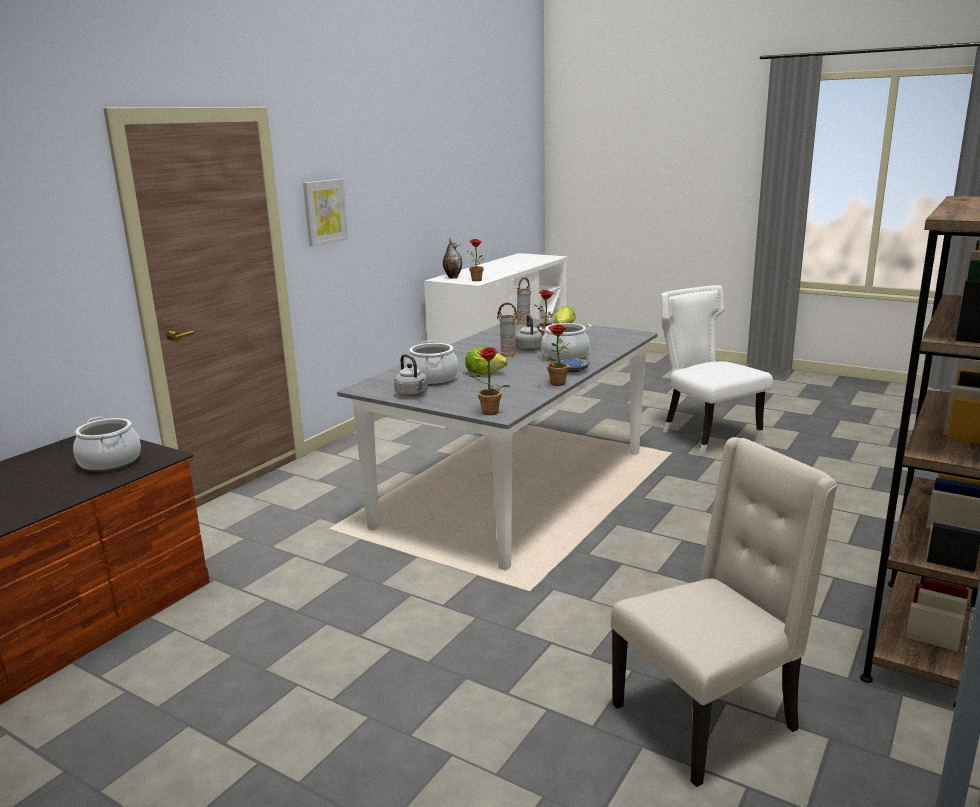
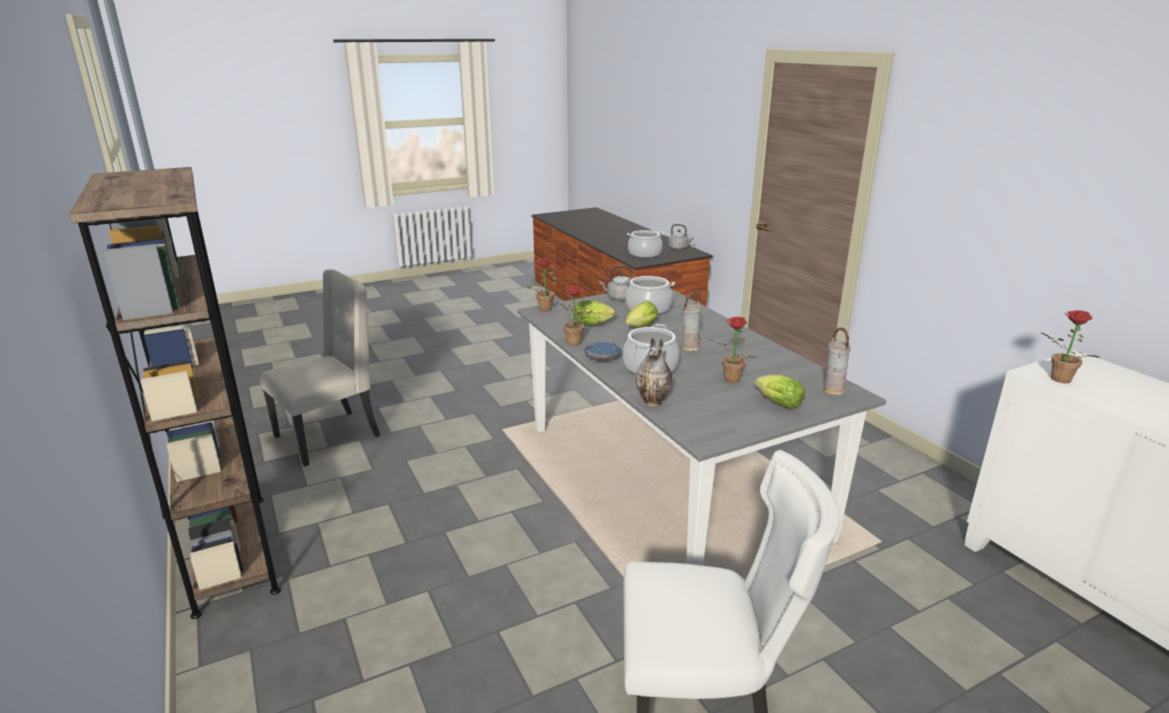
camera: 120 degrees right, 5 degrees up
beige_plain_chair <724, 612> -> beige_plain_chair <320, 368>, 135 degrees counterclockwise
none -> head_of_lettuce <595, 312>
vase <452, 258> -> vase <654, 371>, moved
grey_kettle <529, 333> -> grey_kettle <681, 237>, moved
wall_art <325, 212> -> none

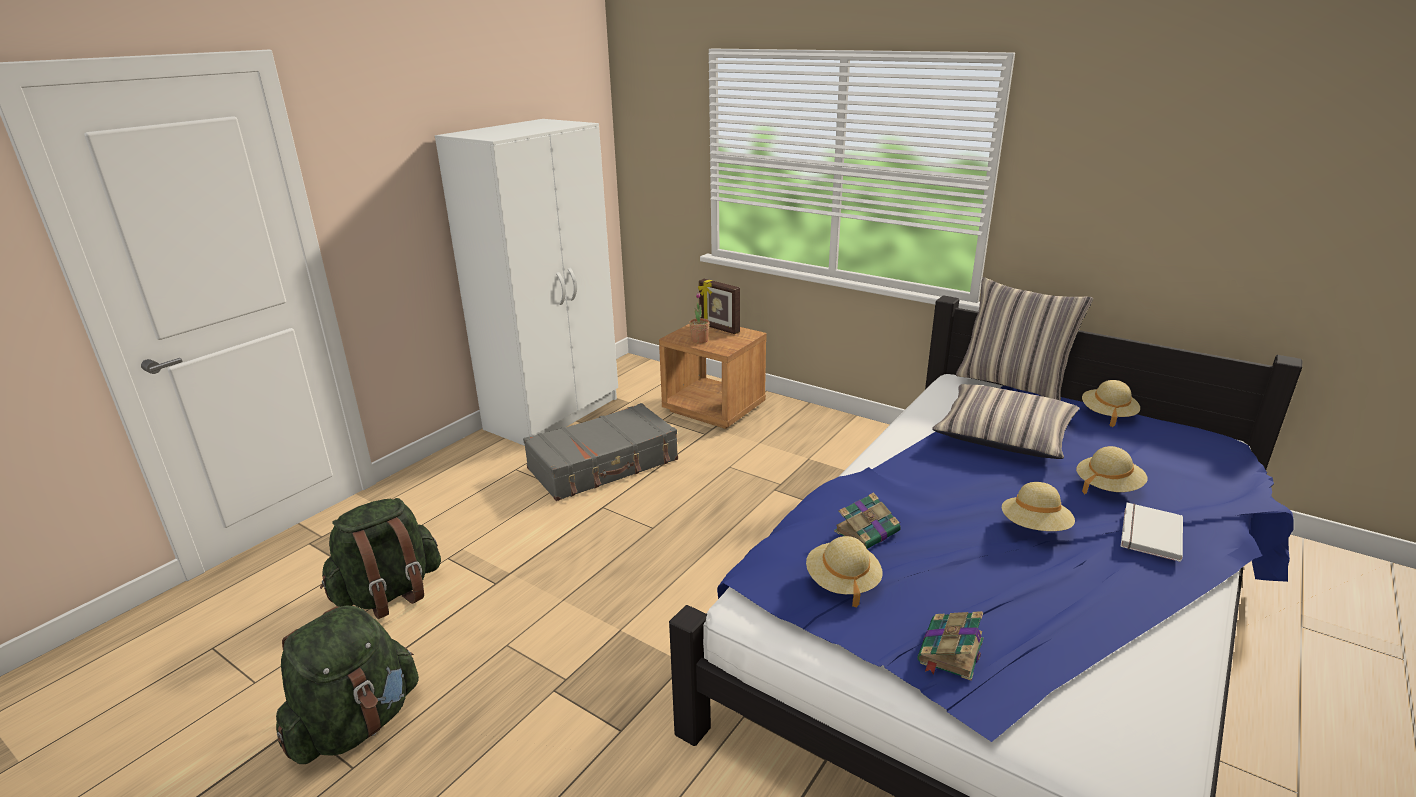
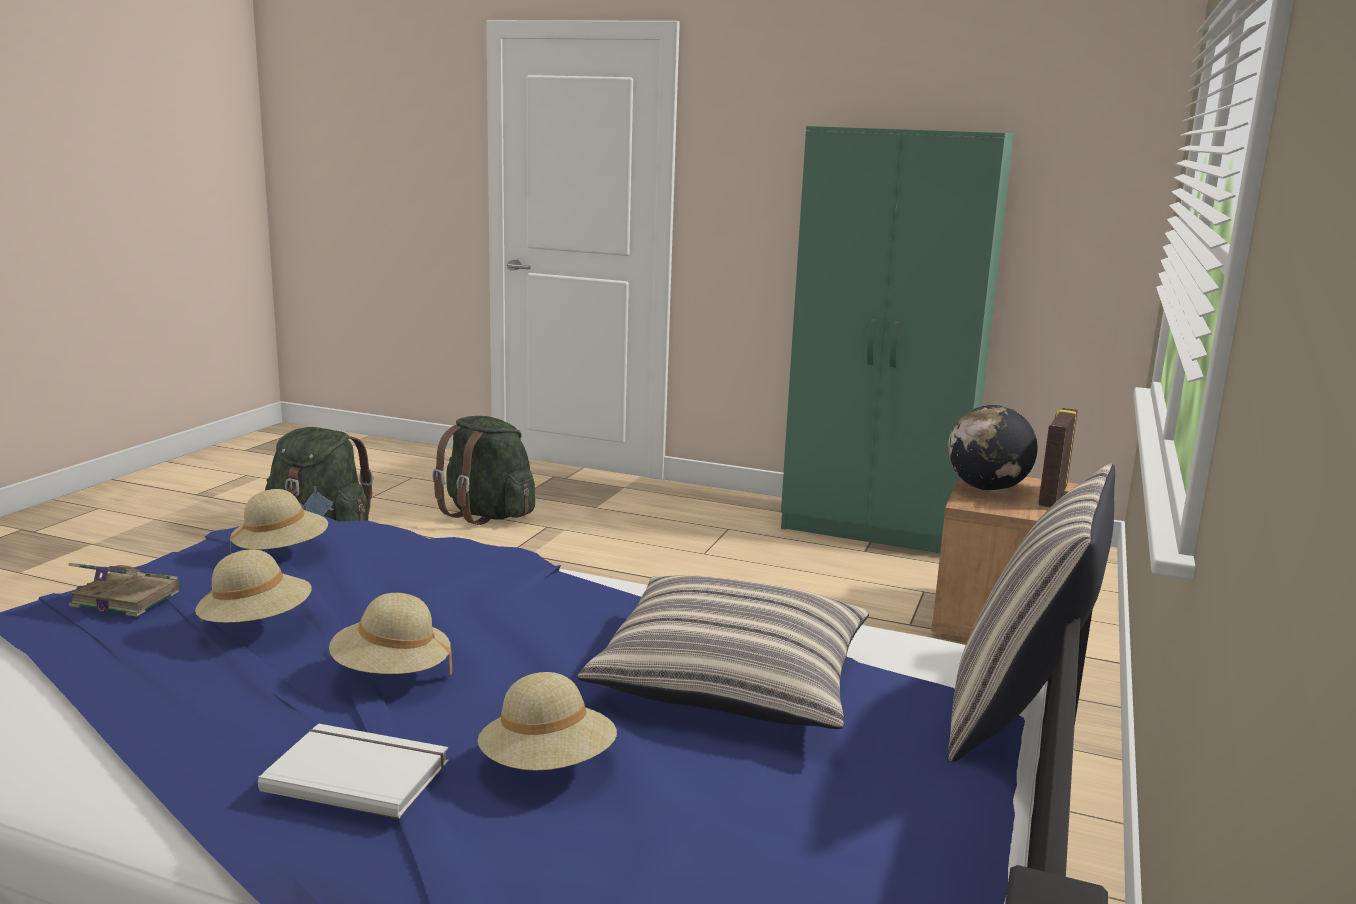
camera: 75 degrees right, 10 degrees down
beige_hat <1111, 403> -> beige_hat <253, 586>, moved
white_armoire <526, 282> -> greenish_armoire <897, 339>
potted_plant <699, 317> -> desk_globe <992, 448>
grey_travel_case <600, 452> -> none
volume <867, 520> -> none

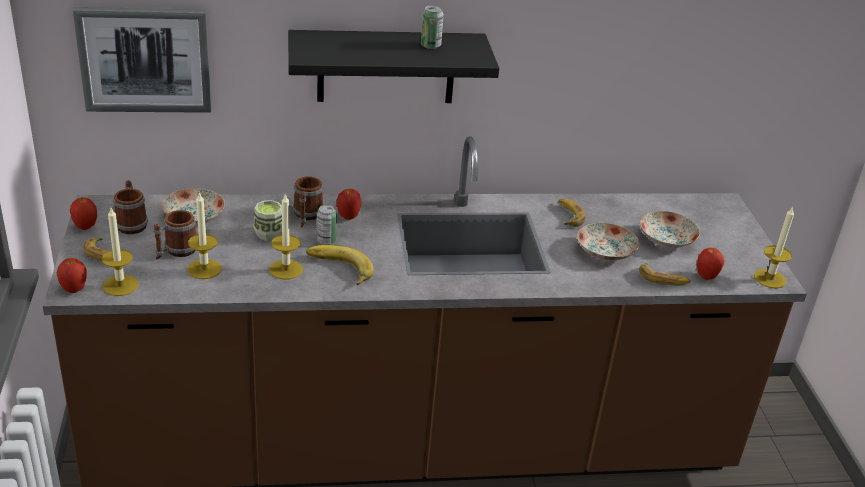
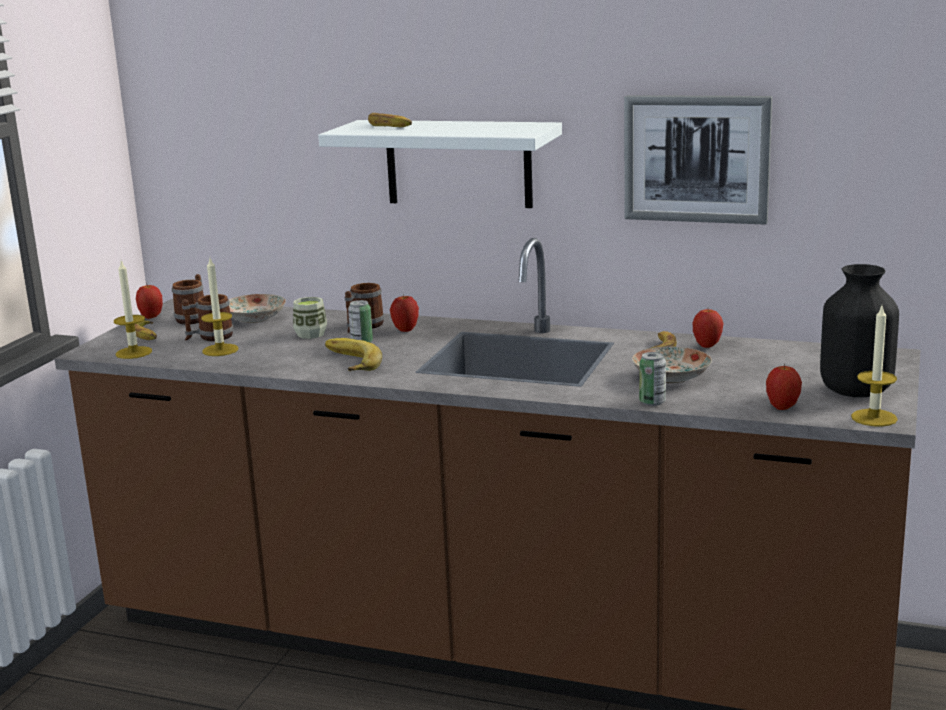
camera: 30 degrees right, 15 degrees down
black_wall_shelf <393, 66> -> white_wall_shelf <440, 164>
banana_fruit <665, 274> -> banana_fruit <390, 120>, moved
wall_art <142, 60> -> wall_art <698, 159>, moved
sealed_can <432, 27> -> sealed_can <652, 379>, moved
apple <72, 275> -> apple <708, 328>, moved
none -> black_vase <859, 330>
candle <286, 236> -> none
plate <670, 229> -> none

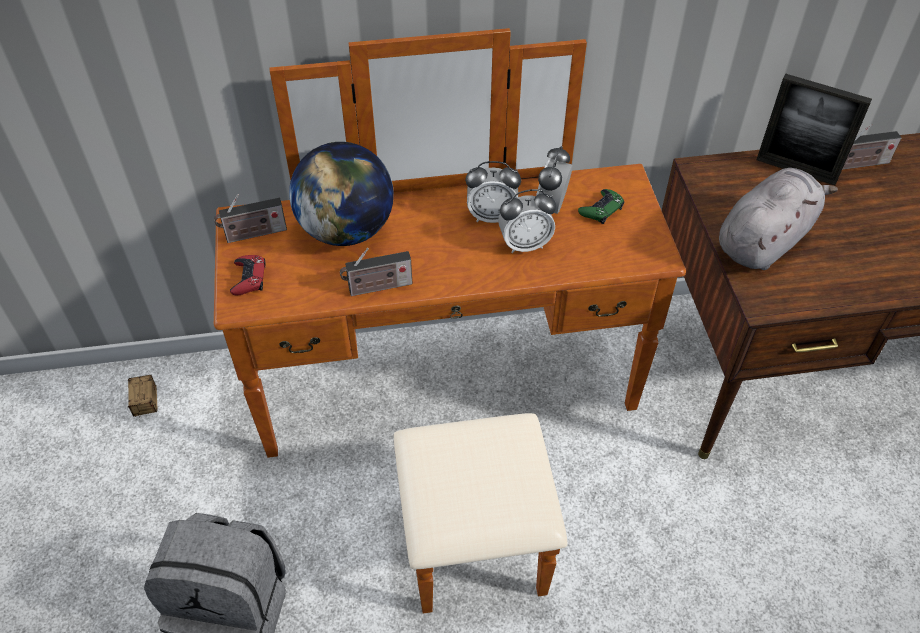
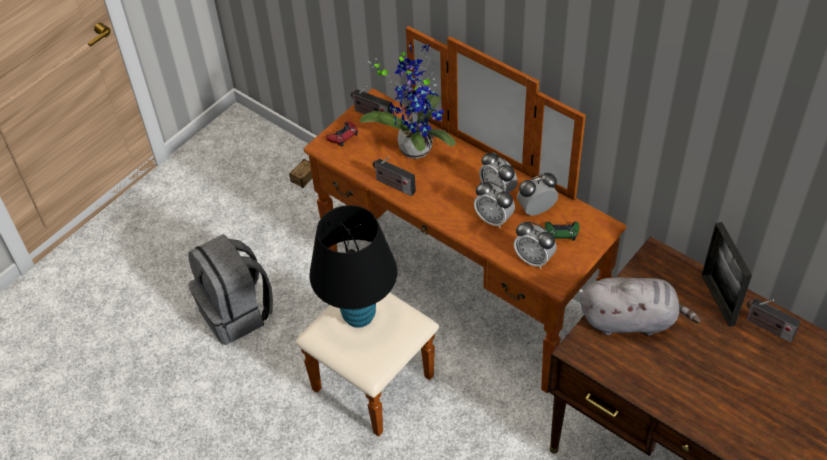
camera: 50 degrees right, 0 degrees up
none -> black_table_lamp <353, 266>
desk_globe <341, 194> -> potted_plant <408, 99>
none -> bedside_clock <535, 245>

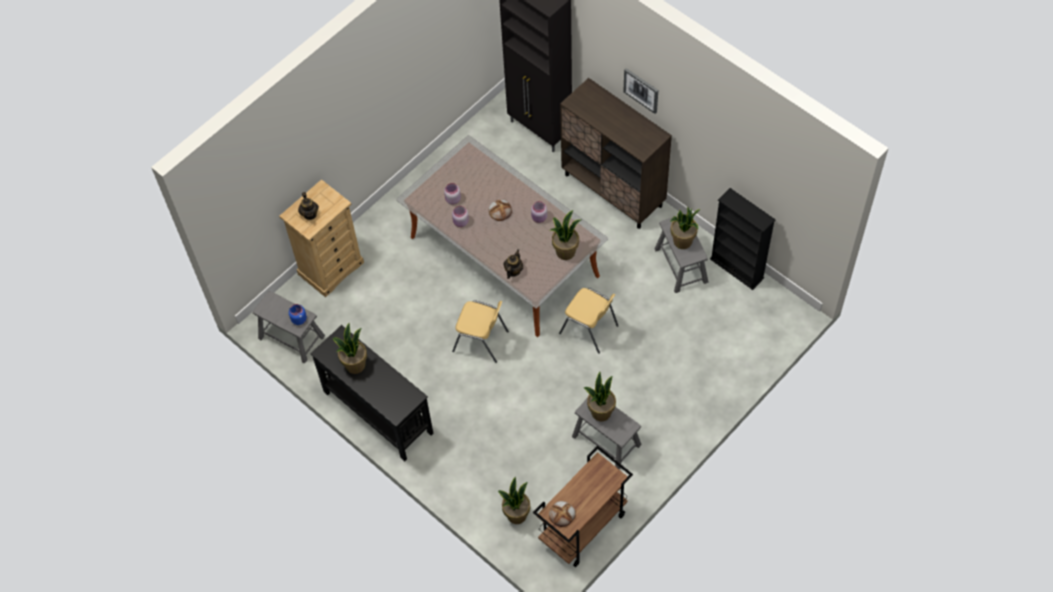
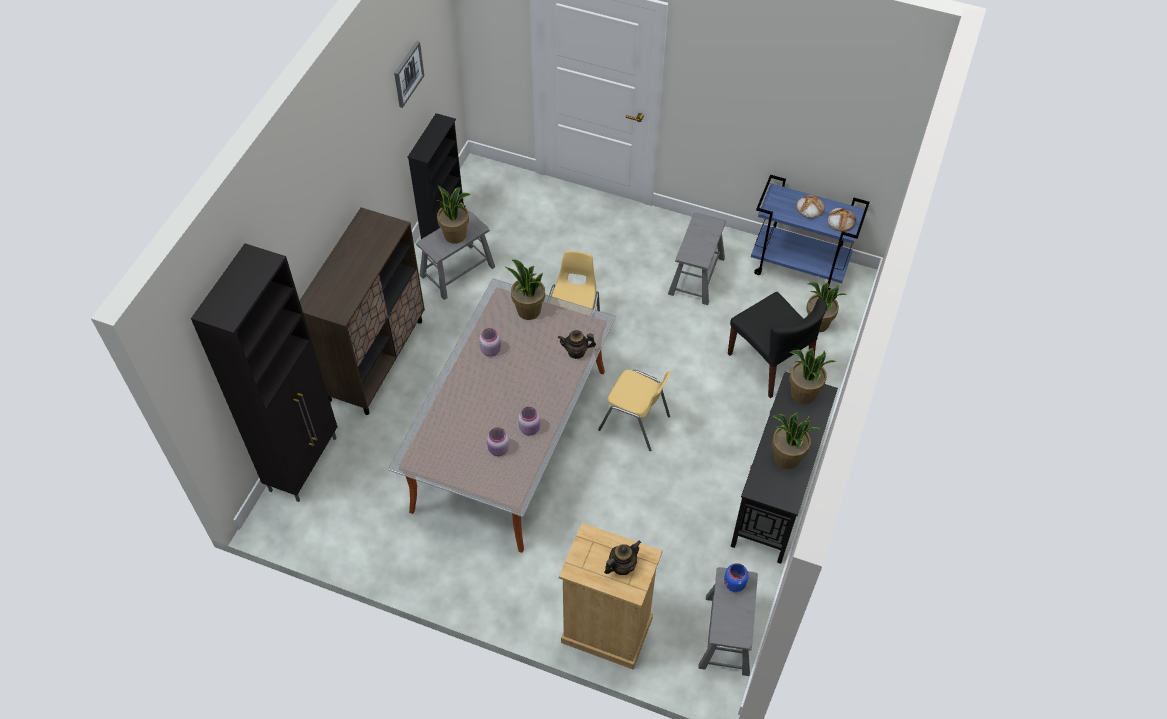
camera: 115 degrees left, 5 degrees down
wall_art <640, 91> -> wall_art <409, 74>, moved
yellowish_plain_chair <480, 331> -> yellowish_plain_chair <634, 410>, 120 degrees clockwise
none -> black_plain_chair <777, 345>
brown-coloured_trolley <583, 506> -> bluish_trolley <810, 233>
potted_plant <600, 397> -> potted_plant <812, 376>, moved
baked_bread <500, 210> -> baked_bread <810, 207>, moved

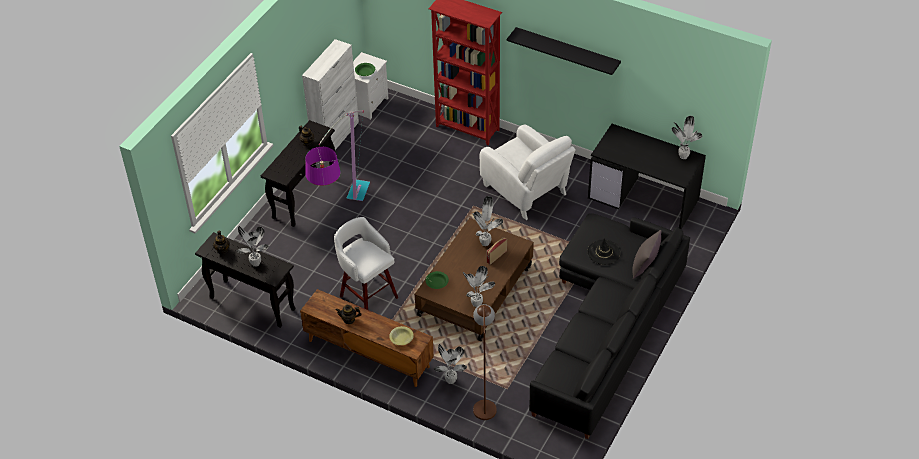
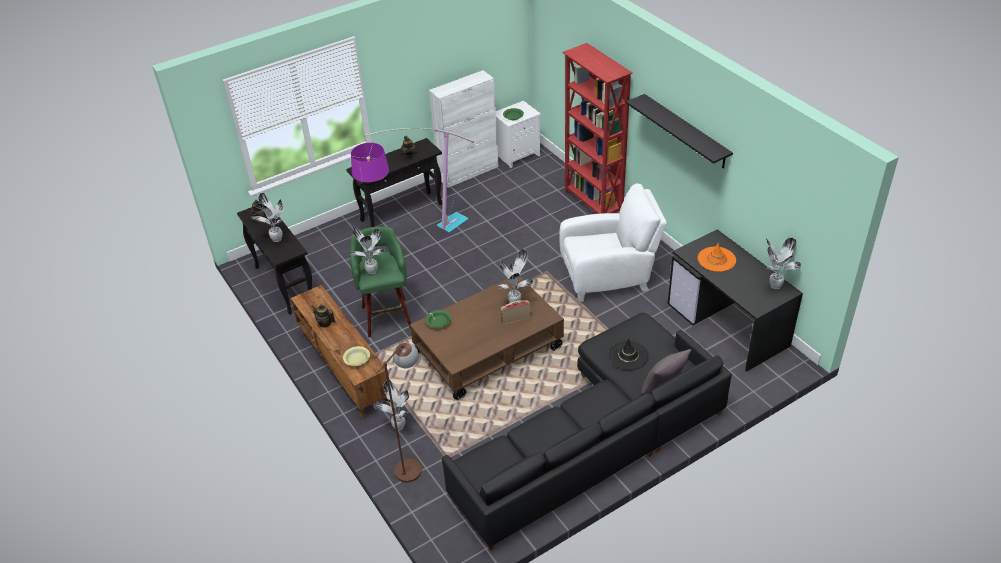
camera: 30 degrees right, 5 degrees down
potted_plant <478, 286> -> potted_plant <367, 250>, moved
white_stool <366, 263> -> greenish_stool <380, 281>
white_lounge_chair <528, 172> -> white_lounge_chair <613, 243>, 90 degrees counterclockwise
none -> orange_hat <717, 257>

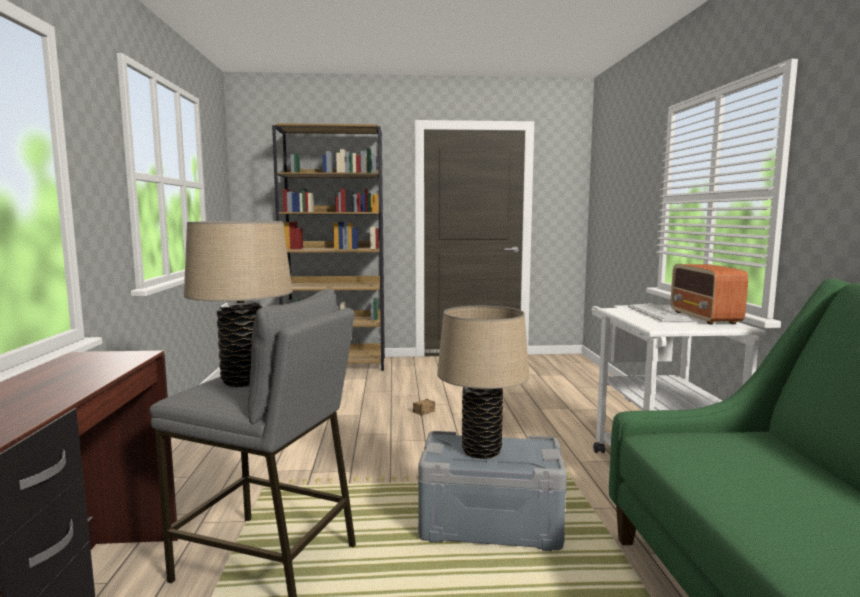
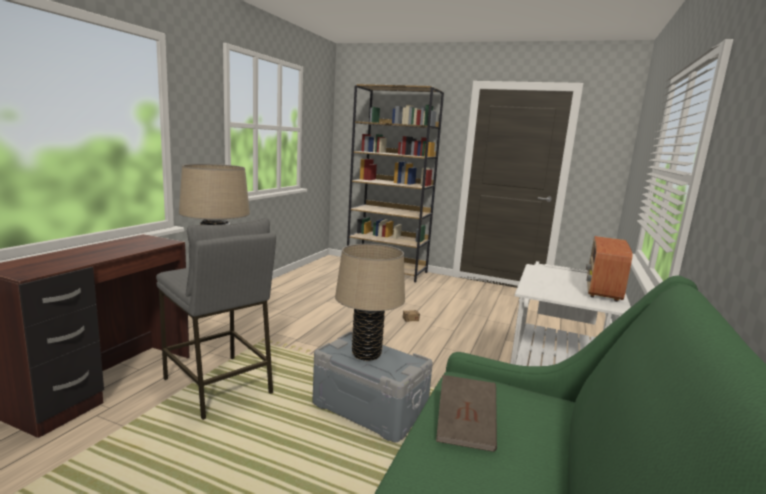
camera: 25 degrees right, 5 degrees up
none -> brown-coloured_volume <466, 413>
computer_keyboard <659, 312> -> none

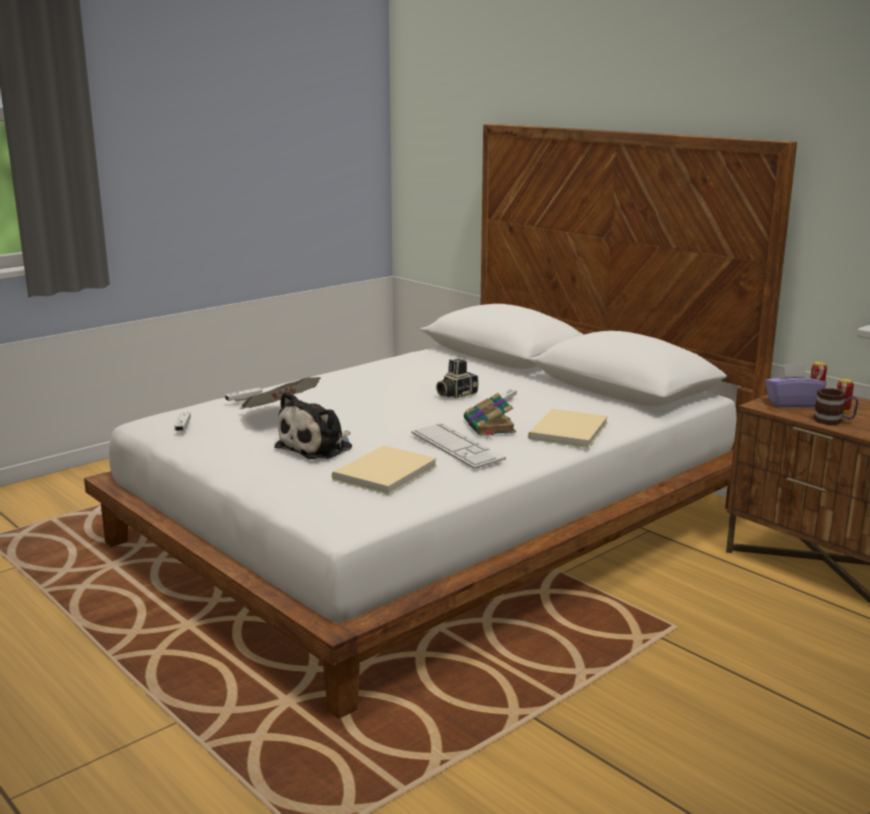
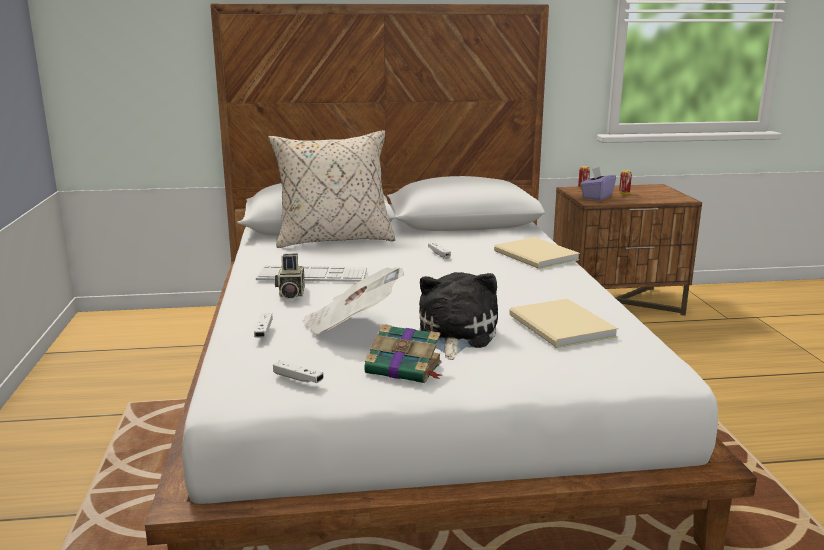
camera: 55 degrees left, 0 degrees up
computer_keyboard <459, 446> -> computer_keyboard <311, 273>, moved
none -> beige_throw_pillow <332, 189>
still_camera <457, 379> -> still_camera <290, 277>, moved
volume <490, 414> -> volume <403, 353>, moved
soft_toy <313, 425> -> soft_toy <458, 316>, 150 degrees counterclockwise
mug <836, 406> -> none

